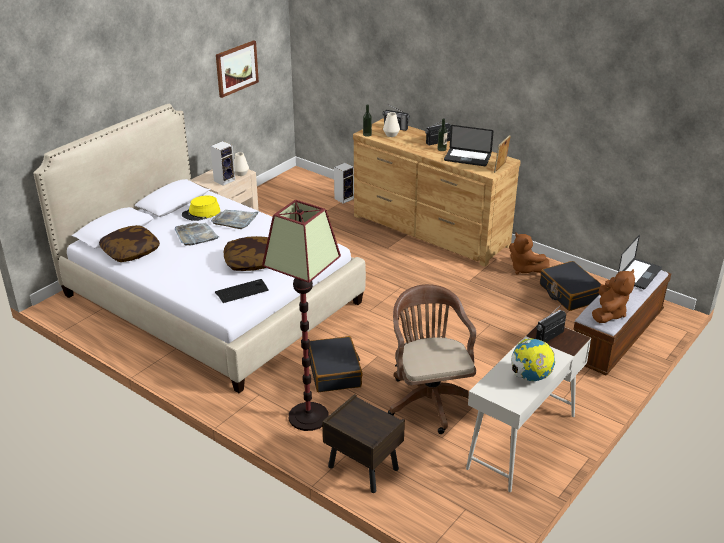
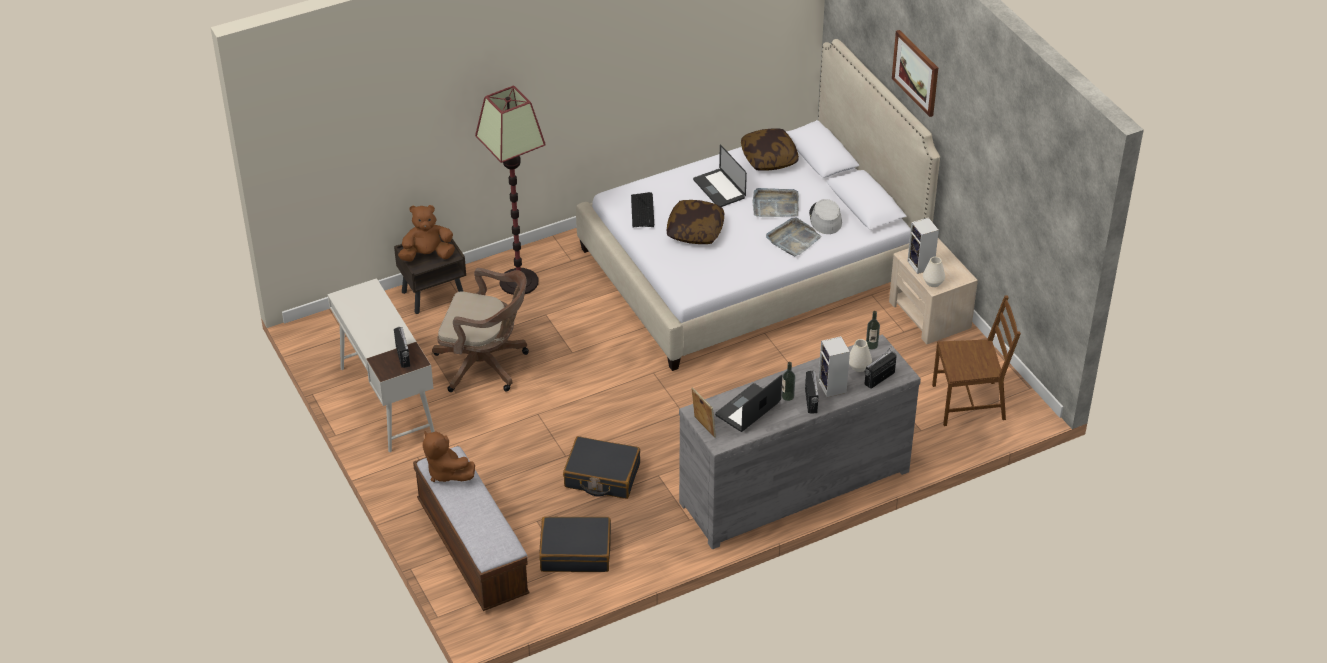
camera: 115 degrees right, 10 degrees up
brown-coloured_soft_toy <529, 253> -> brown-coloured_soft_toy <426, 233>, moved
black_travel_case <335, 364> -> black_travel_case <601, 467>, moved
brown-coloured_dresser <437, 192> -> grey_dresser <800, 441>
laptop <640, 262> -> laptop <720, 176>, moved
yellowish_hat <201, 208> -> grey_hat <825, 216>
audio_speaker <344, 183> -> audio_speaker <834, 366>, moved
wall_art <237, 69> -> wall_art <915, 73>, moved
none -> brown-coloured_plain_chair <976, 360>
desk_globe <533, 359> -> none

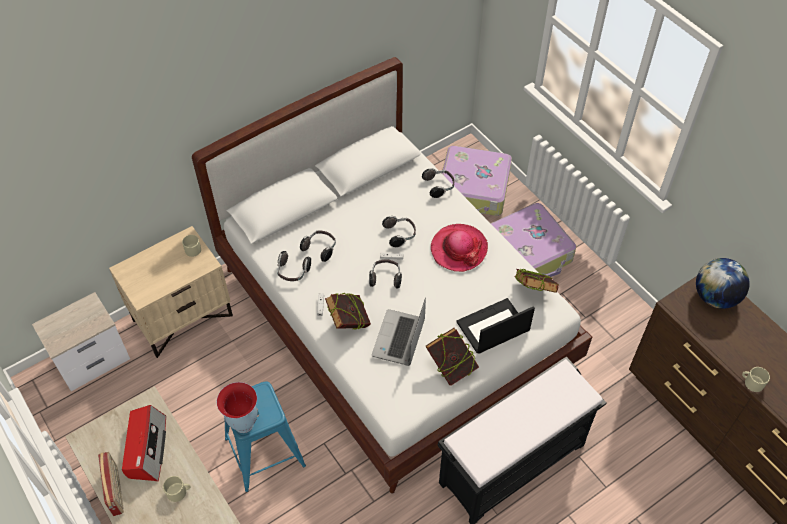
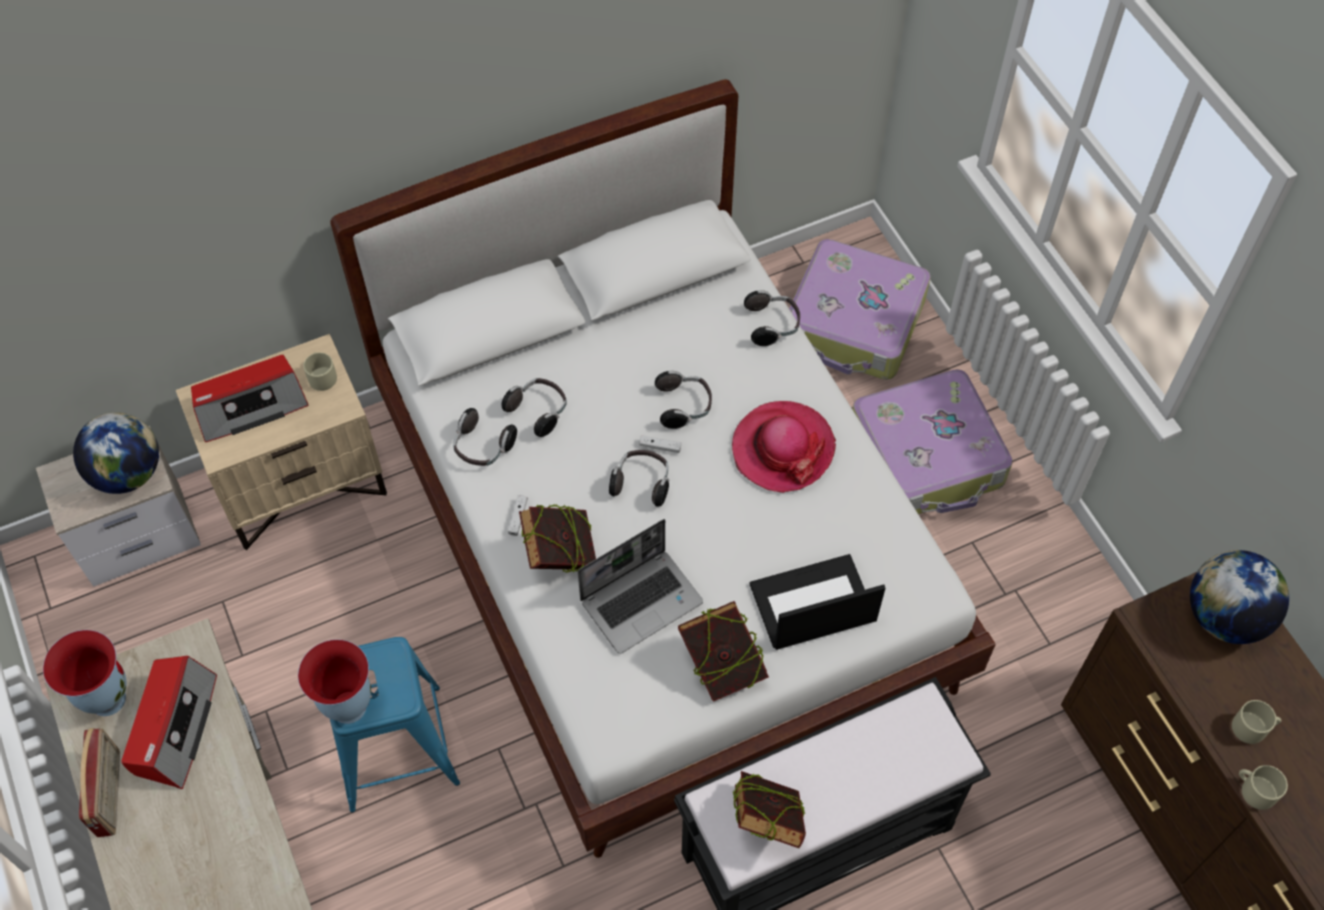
camera: 10 degrees right, 5 degrees up
none -> vase <85, 673>
none -> desk_globe <116, 453>
none -> radio_set <250, 398>
laptop <399, 332> -> laptop <640, 586>, 150 degrees counterclockwise
volume <536, 281> -> volume <769, 809>, moved
beige_mug <177, 489> -> beige_mug <1256, 722>, moved

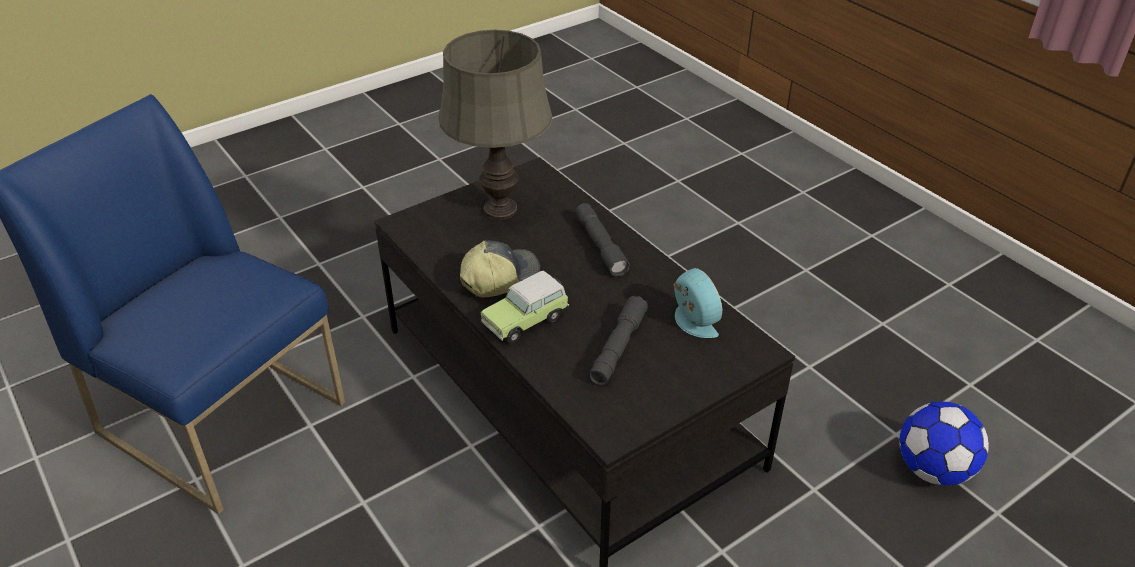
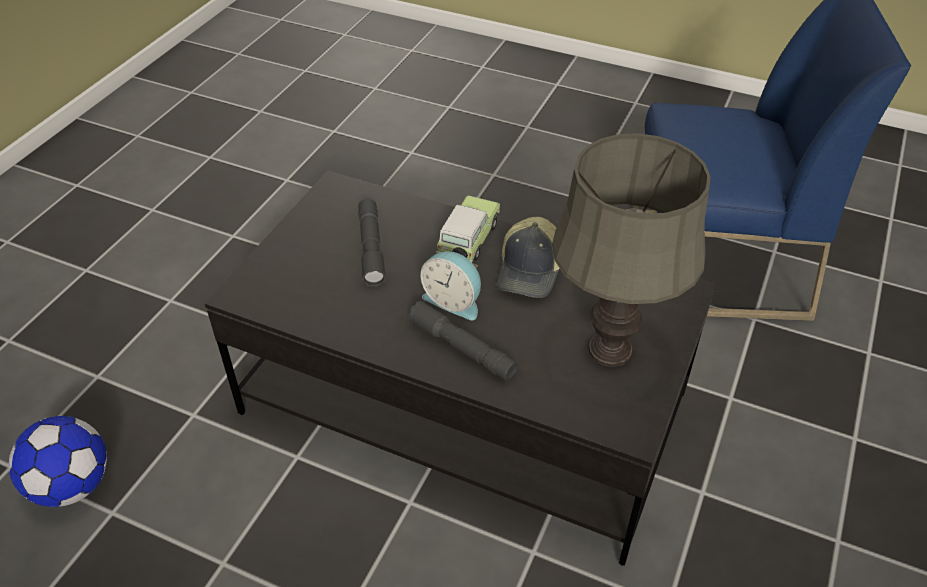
camera: 150 degrees right, 5 degrees up
bedside_clock <697, 303> -> bedside_clock <450, 285>, moved

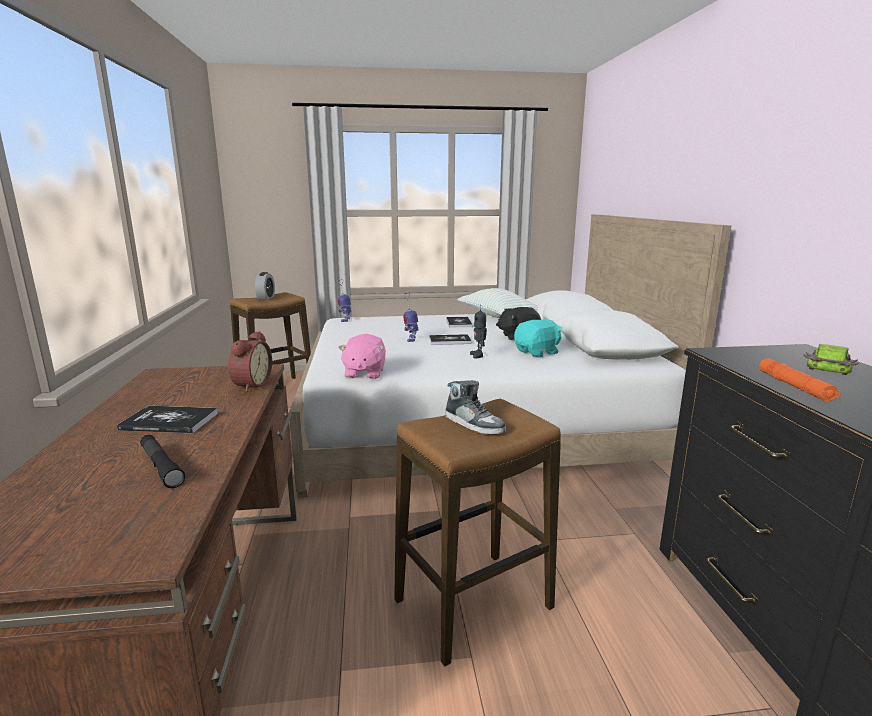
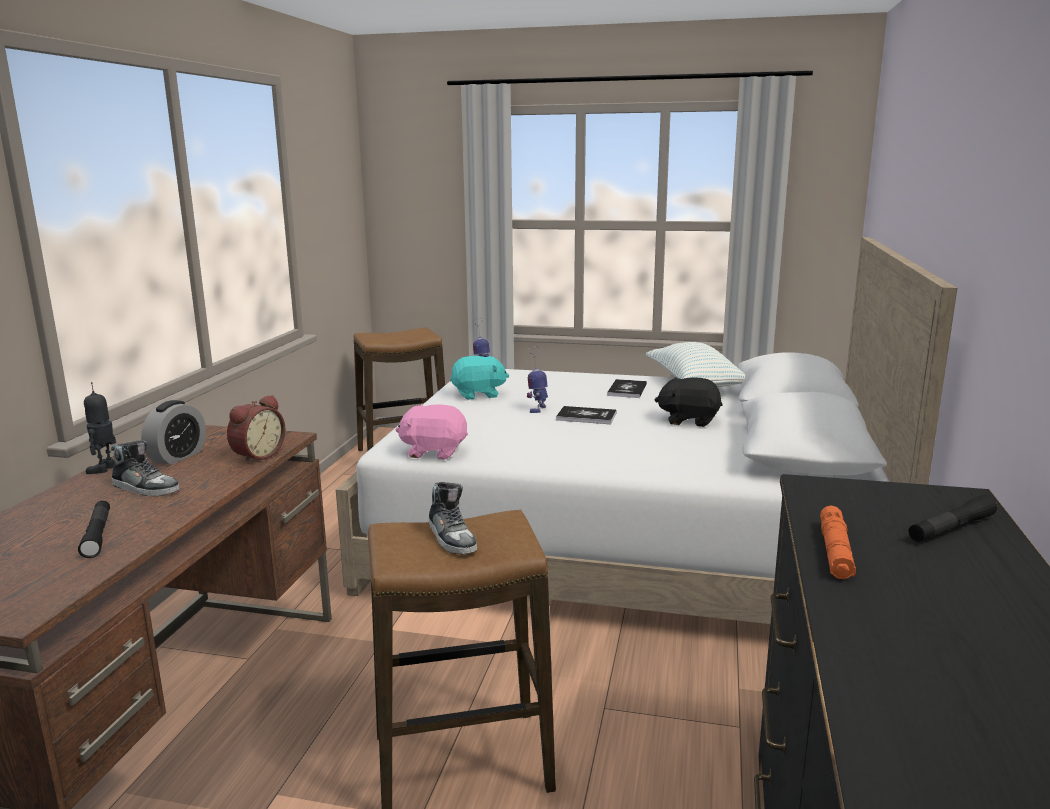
camera: 20 degrees right, 0 degrees up
toy_robot <478, 332> -> toy_robot <100, 428>, moved
volume <167, 419> -> item_of_footwear <145, 468>
bedside_clock <265, 286> -> bedside_clock <173, 432>, moved
pinkish_soft_toy <362, 356> -> pinkish_soft_toy <432, 432>, 75 degrees clockwise
turquoise-coloured_soft_toy <538, 338> -> turquoise-coloured_soft_toy <479, 378>, moved
model_car <831, 359> -> black_flashlight <953, 518>

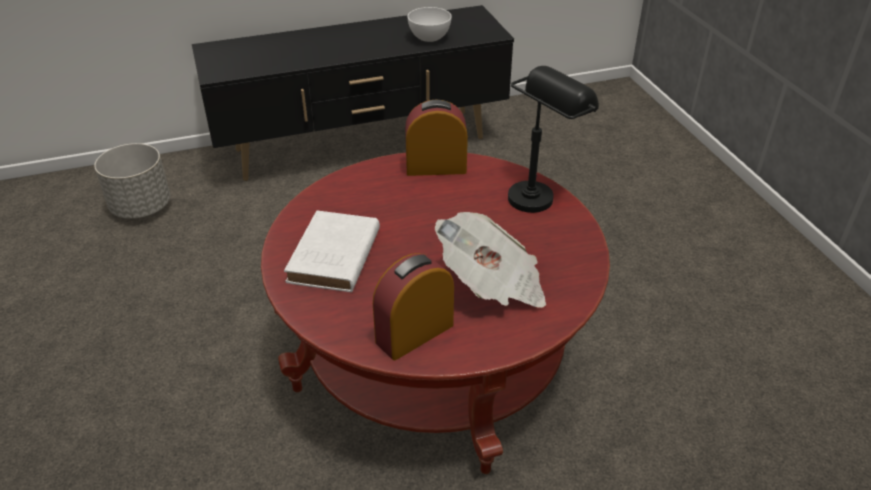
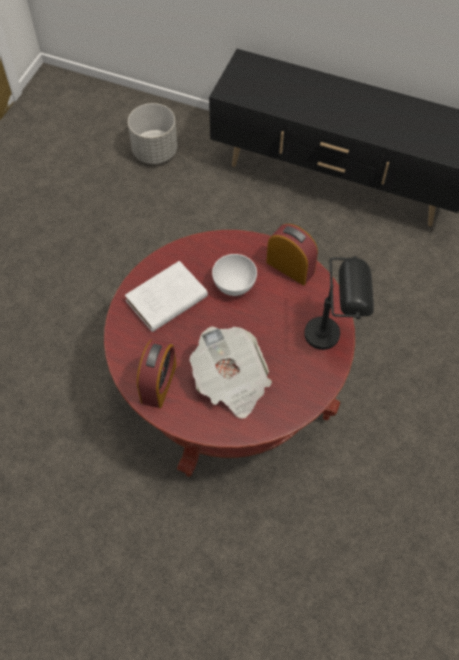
camera: 40 degrees right, 20 degrees up
bedside_clock <413, 306> -> bedside_clock <157, 373>, 105 degrees clockwise
white_bowl <429, 24> -> white_bowl <234, 275>, moved

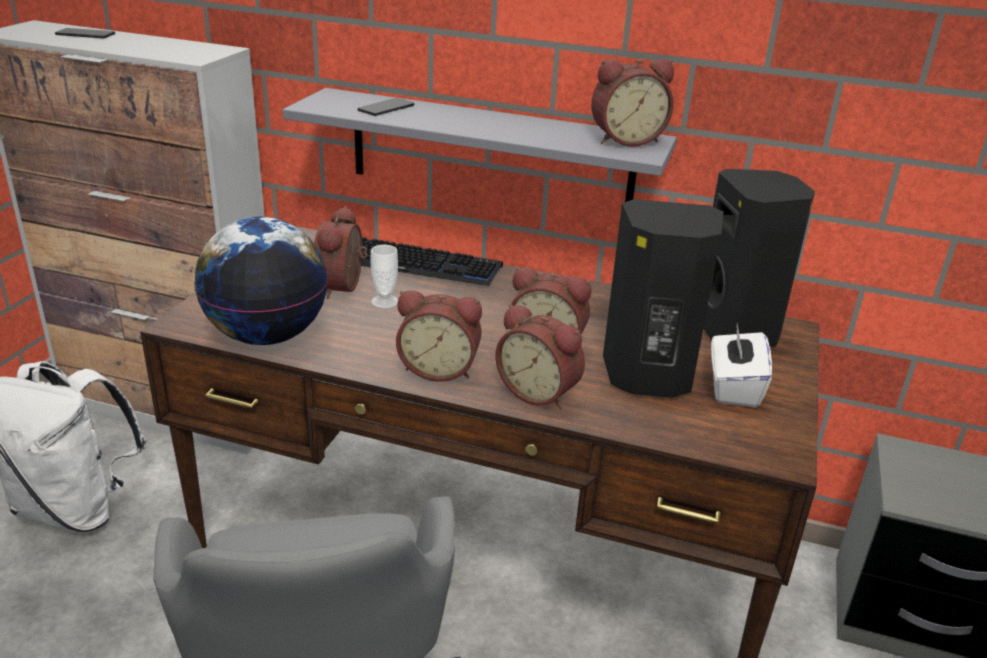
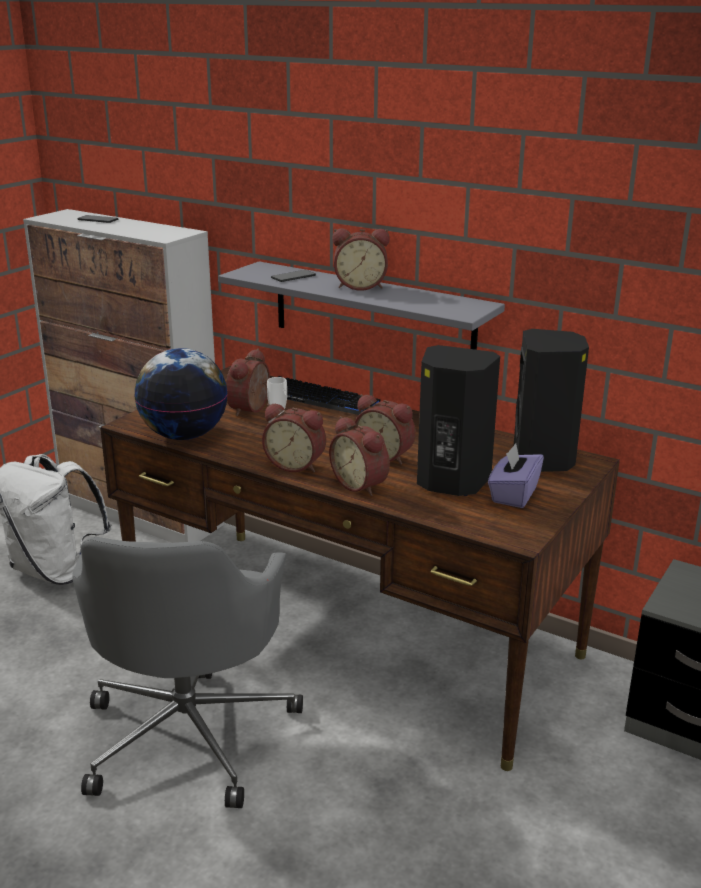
camera: 15 degrees right, 5 degrees down
bedside_clock <632, 103> -> bedside_clock <361, 260>, moved
white_tissue_holder <741, 365> -> purplish_tissue_holder <516, 475>

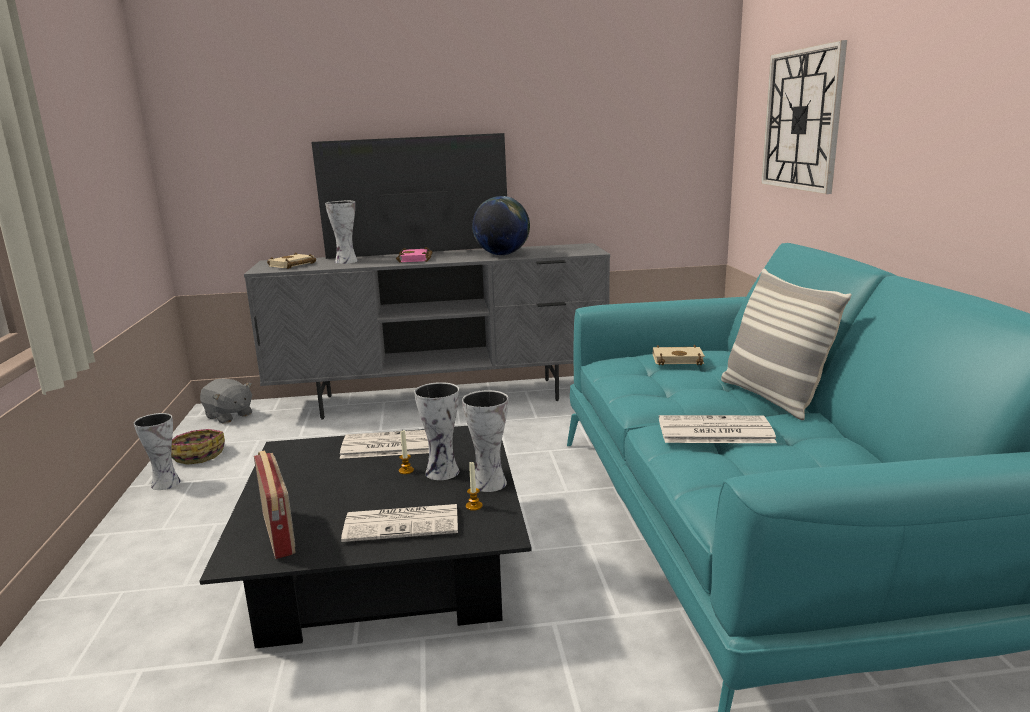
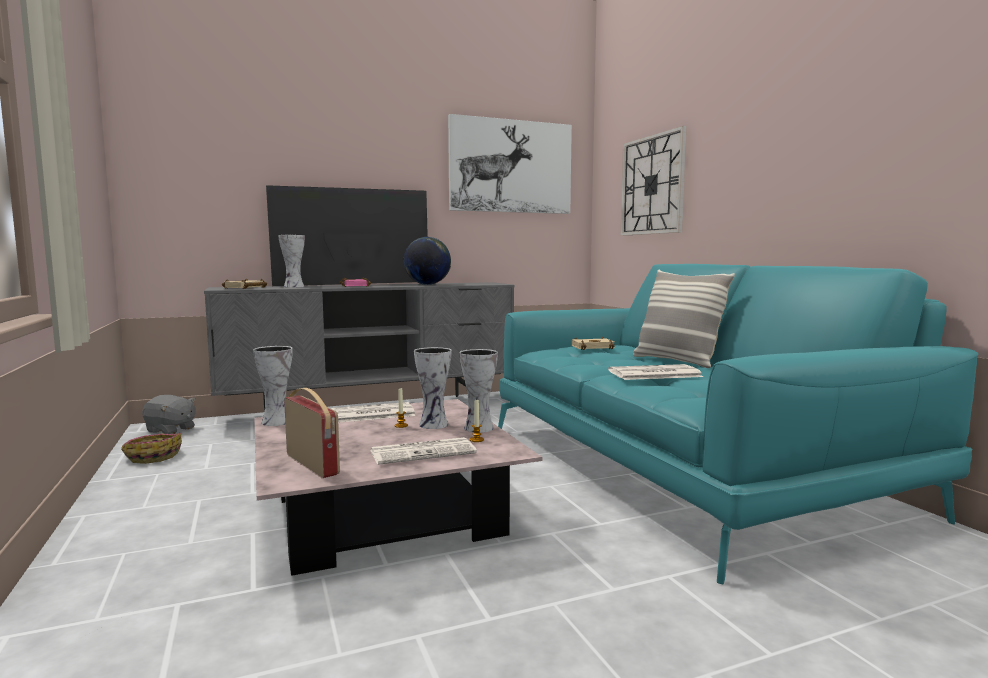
camera: 15 degrees left, 10 degrees down
vase <157, 451> -> vase <273, 386>, moved
black_low_table <365, 537> -> pinkish_low_table <398, 487>
none -> wall_art <510, 164>

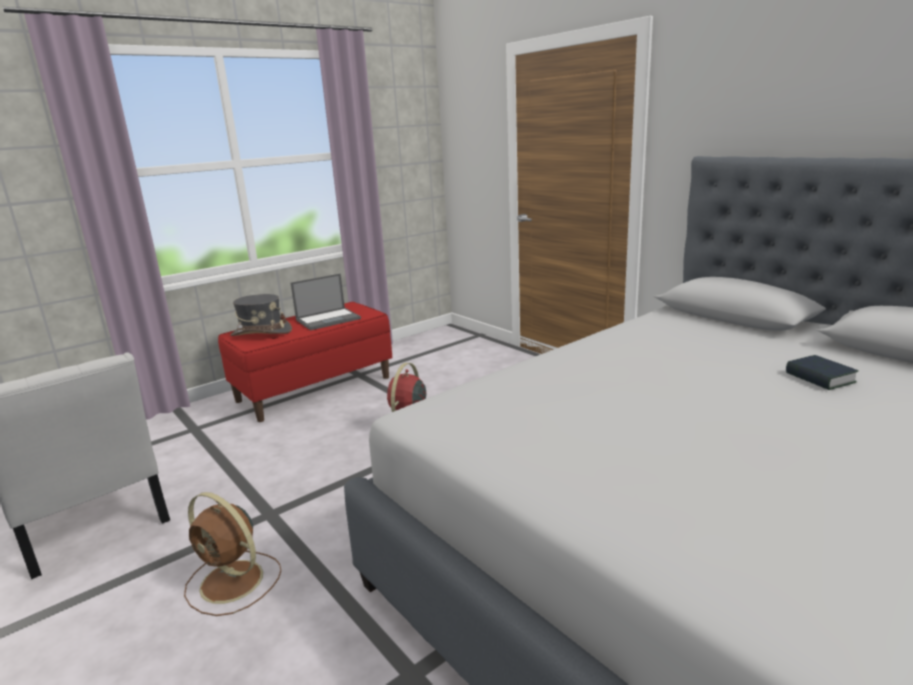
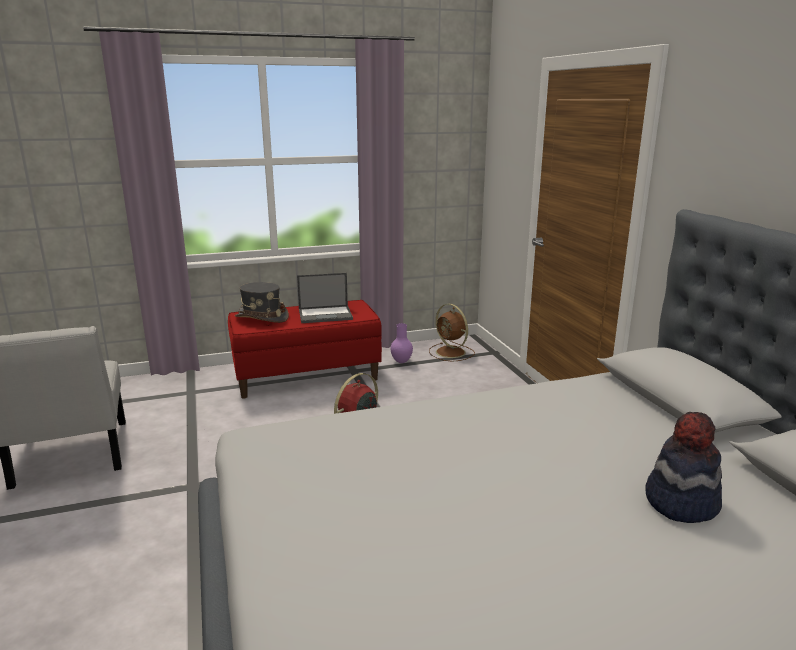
camera: 20 degrees right, 0 degrees up
none -> purplish_vase <401, 343>
brown-coloured_cooling_fan <232, 554> -> brown-coloured_cooling_fan <452, 333>, moved
volume <822, 372> -> hat <683, 467>

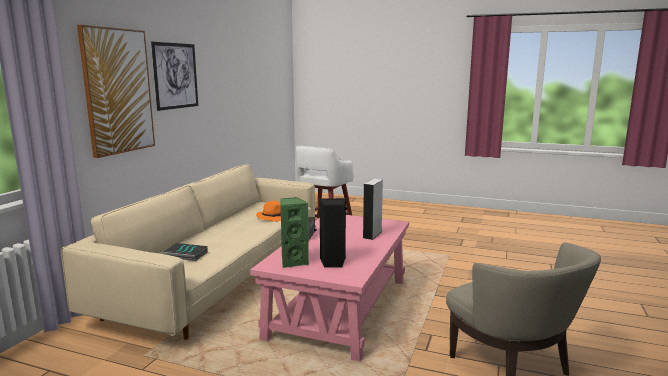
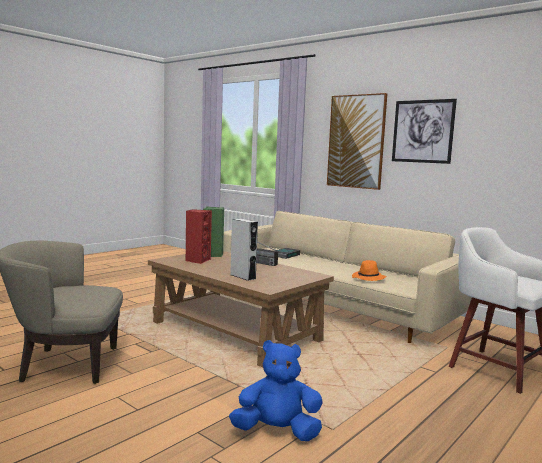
camera: 110 degrees right, 5 degrees down
pinkish_low_table <329, 288> -> brown-coloured_low_table <241, 309>
black_audio_speaker <332, 233> -> reddish_audio_speaker <198, 236>
none -> bluish_soft_toy <276, 390>

